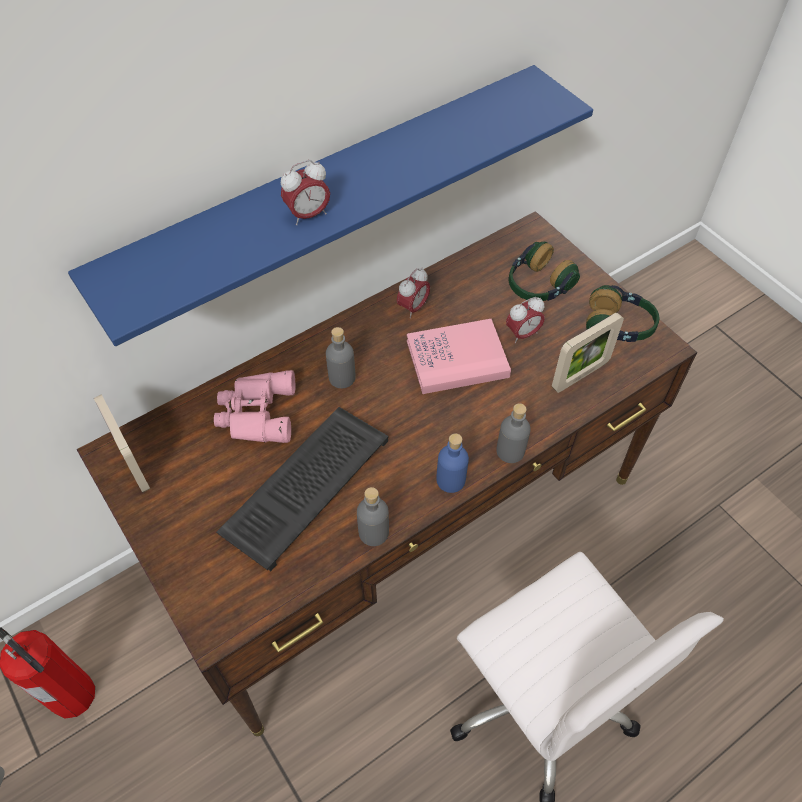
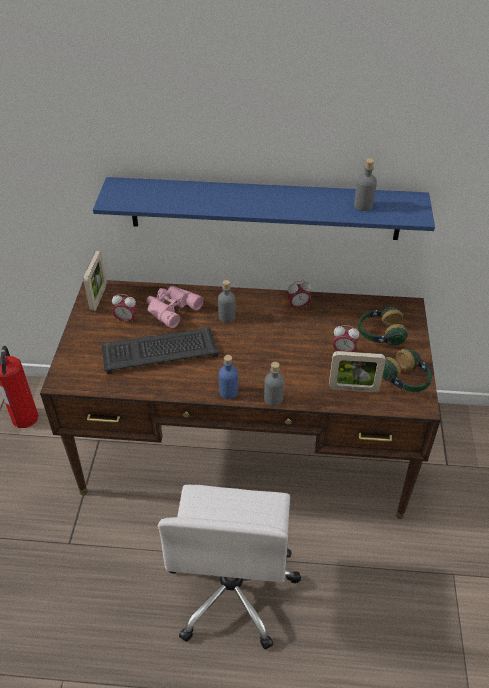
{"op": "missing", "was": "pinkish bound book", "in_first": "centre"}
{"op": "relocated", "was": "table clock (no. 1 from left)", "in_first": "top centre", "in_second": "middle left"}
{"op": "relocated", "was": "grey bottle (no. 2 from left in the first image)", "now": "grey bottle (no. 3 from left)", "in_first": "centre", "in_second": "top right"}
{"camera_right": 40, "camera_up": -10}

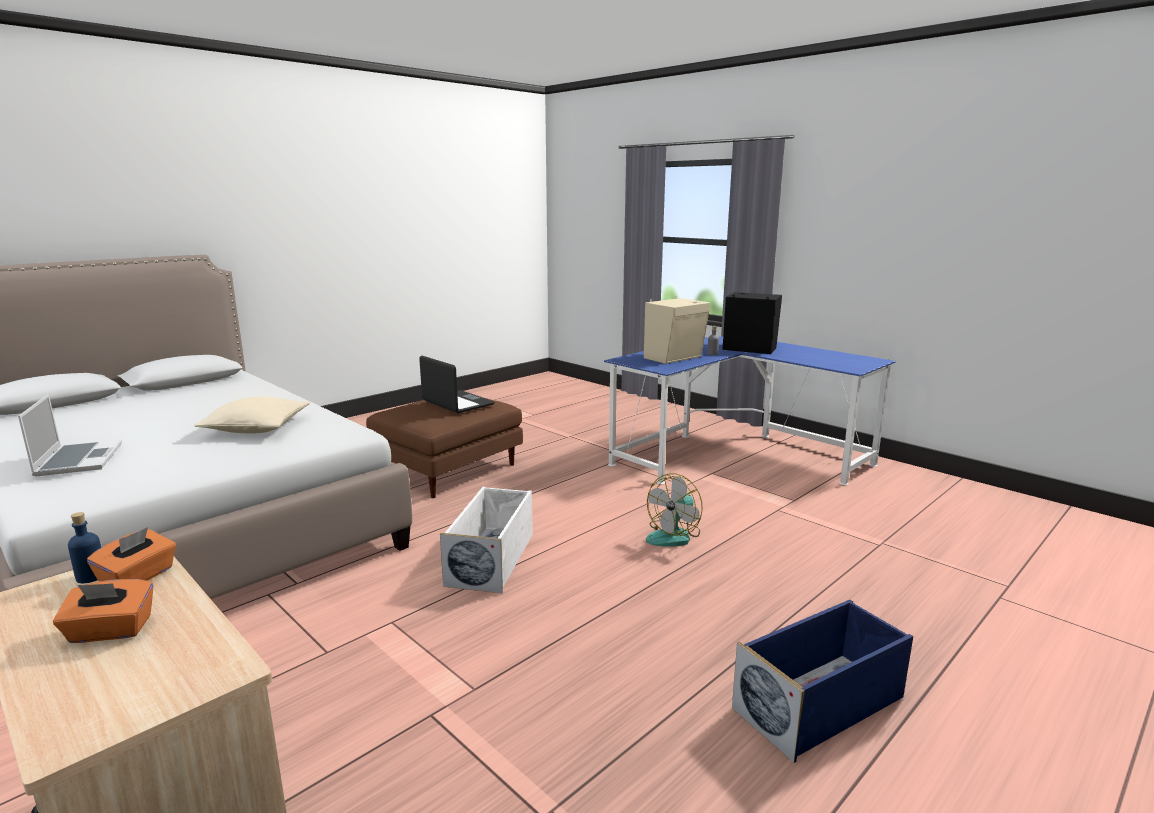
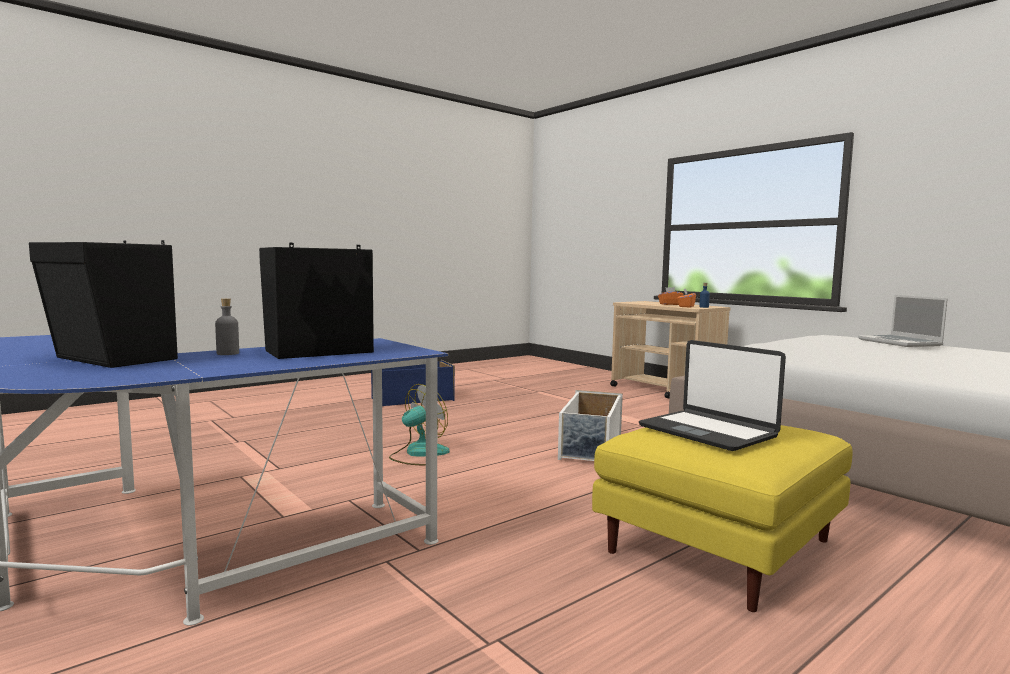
{"op": "missing", "was": "sand-coloured pillow", "in_first": "middle left"}
{"op": "colour", "was": "brownish footrest", "now": "yellowish footrest", "in_first": "centre", "in_second": "bottom right"}
{"op": "colour", "was": "sand-coloured loudspeaker", "now": "blackish loudspeaker (no. 2 from left)", "in_first": "centre", "in_second": "middle left"}
{"camera_right": -175, "camera_up": -10}

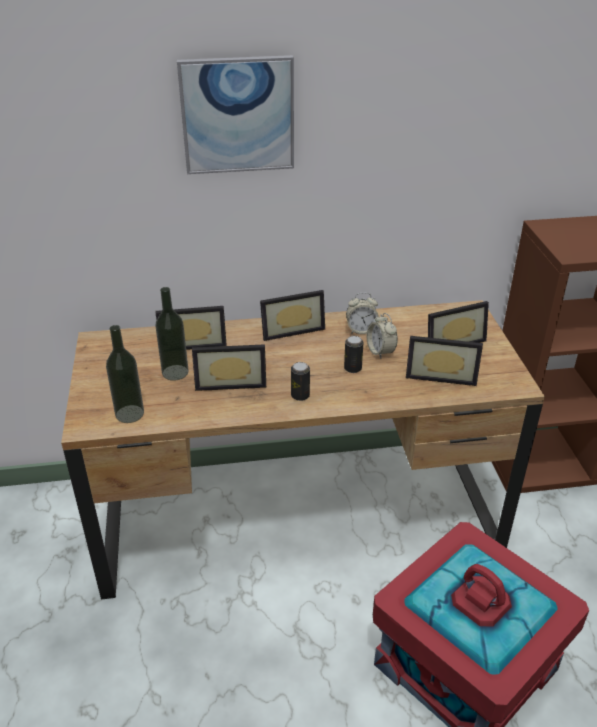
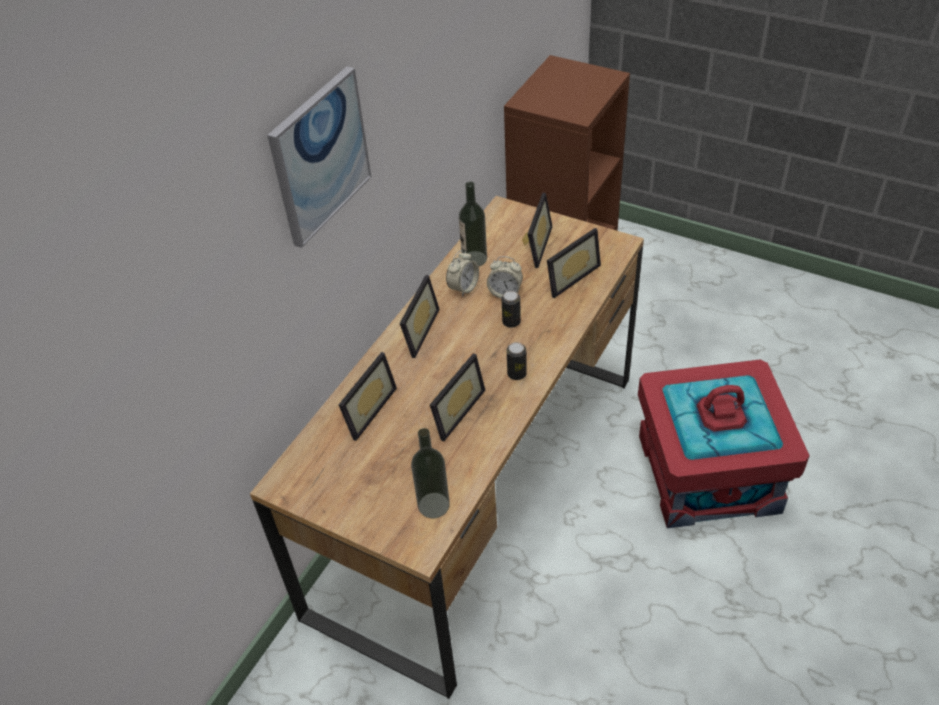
{"op": "relocated", "was": "bottle (no. 2 from left)", "in_first": "middle left", "in_second": "top centre"}
{"camera_right": -50, "camera_up": 10}

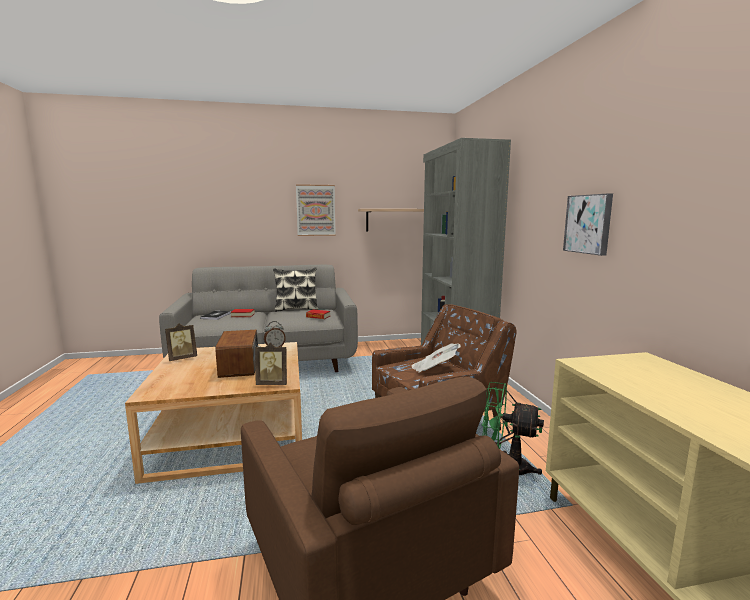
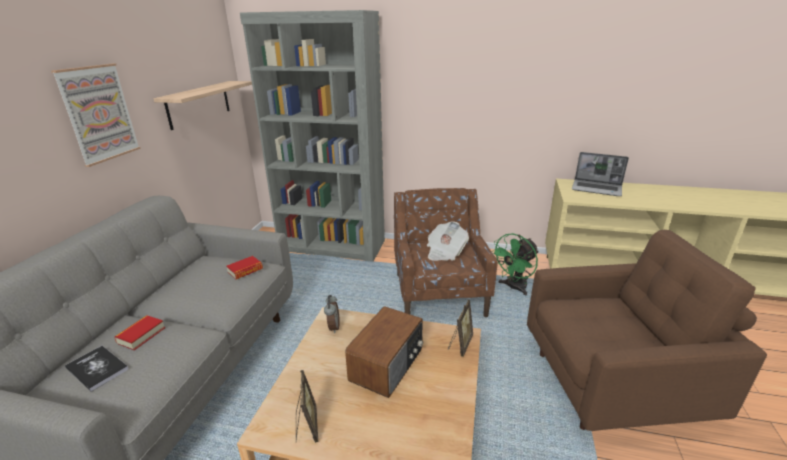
{"op": "missing", "was": "pillow", "in_first": "centre"}
{"op": "missing", "was": "wall picture (no. 2 from left)", "in_first": "middle right"}
{"op": "appeared", "now": "laptop", "in_second": "middle right"}
{"op": "spun", "was": "radio set", "in_first": "middle left", "in_second": "bottom centre", "clockwise": 105}
{"camera_right": -65, "camera_up": 15}

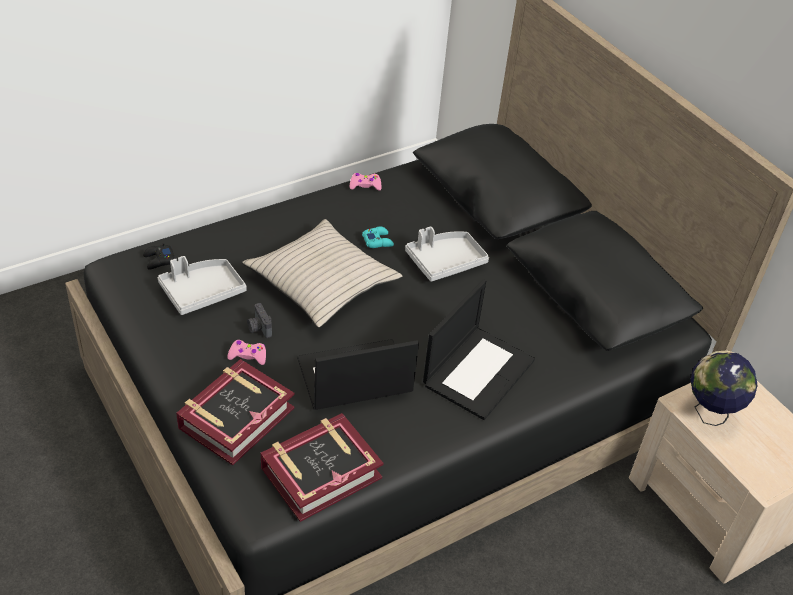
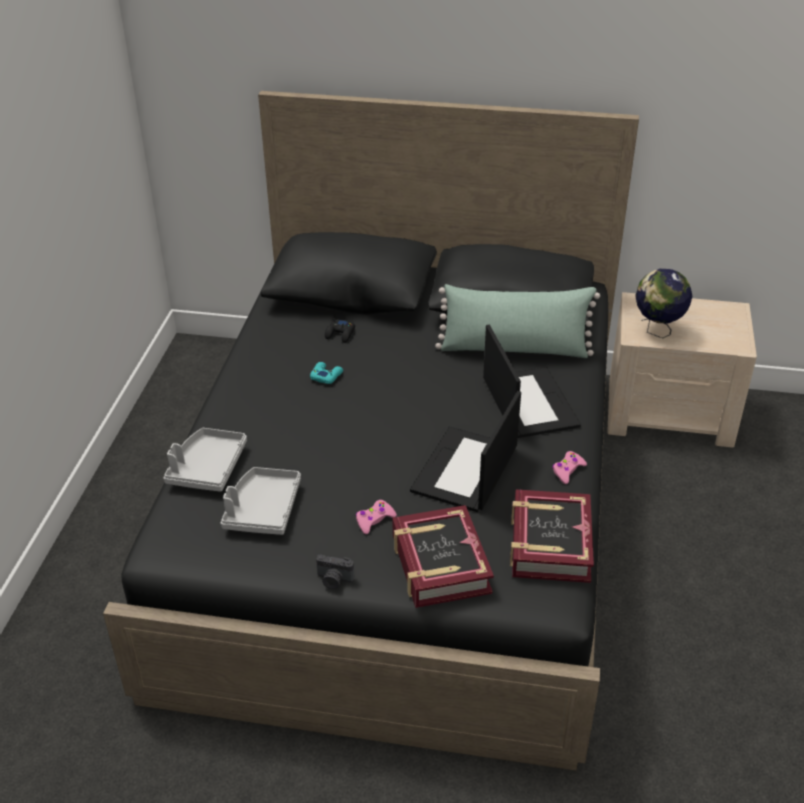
{"op": "missing", "was": "sand-coloured pillow", "in_first": "centre"}
{"op": "appeared", "now": "greenish pillow", "in_second": "centre"}
{"op": "relocated", "was": "blackish gamepad", "in_first": "middle left", "in_second": "centre"}
{"op": "relocated", "was": "photo camera", "in_first": "middle left", "in_second": "bottom centre"}
{"op": "relocated", "was": "pinkish gamepad (no. 2 from left)", "in_first": "top centre", "in_second": "middle right"}
{"op": "relocated", "was": "grey serving tray (no. 2 from left in the first image)", "now": "grey serving tray (no. 1 from left)", "in_first": "centre", "in_second": "middle left"}
{"camera_right": -45, "camera_up": -5}

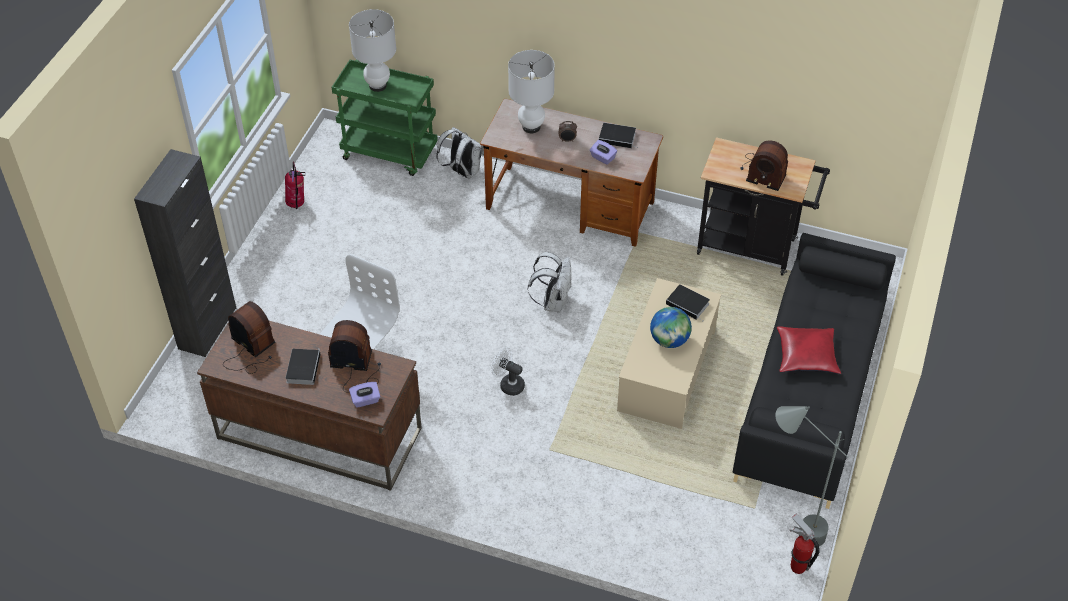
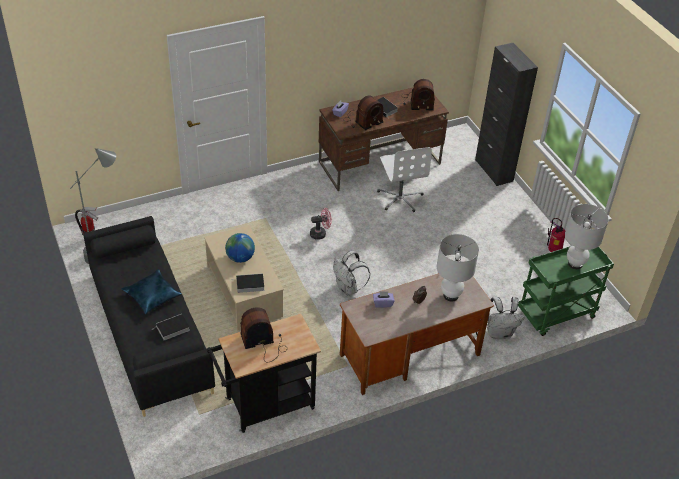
{"op": "relocated", "was": "bound book (no. 2 from left in the first image)", "now": "bound book (no. 1 from left)", "in_first": "top centre", "in_second": "bottom left"}
{"op": "colour", "was": "white fan", "now": "pinkish fan", "in_first": "centre", "in_second": "centre"}
{"op": "colour", "was": "red-coloured pillow", "now": "blue-coloured pillow", "in_first": "middle right", "in_second": "middle left"}
{"camera_right": 135, "camera_up": -5}

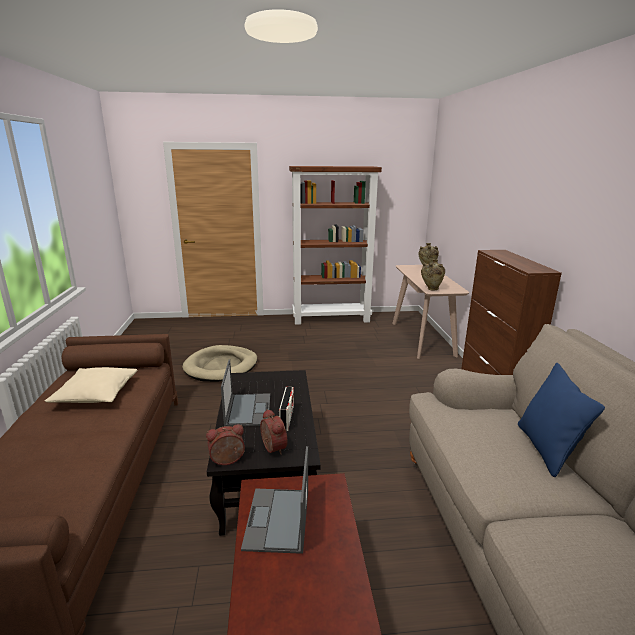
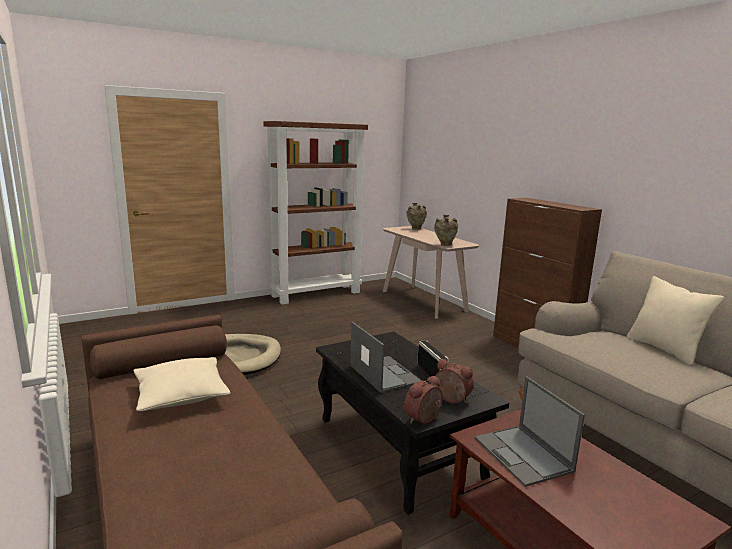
{"op": "colour", "was": "blue-coloured pillow", "now": "sand-coloured pillow (no. 2 from left)", "in_first": "middle right", "in_second": "middle right"}
{"camera_right": -25, "camera_up": -5}

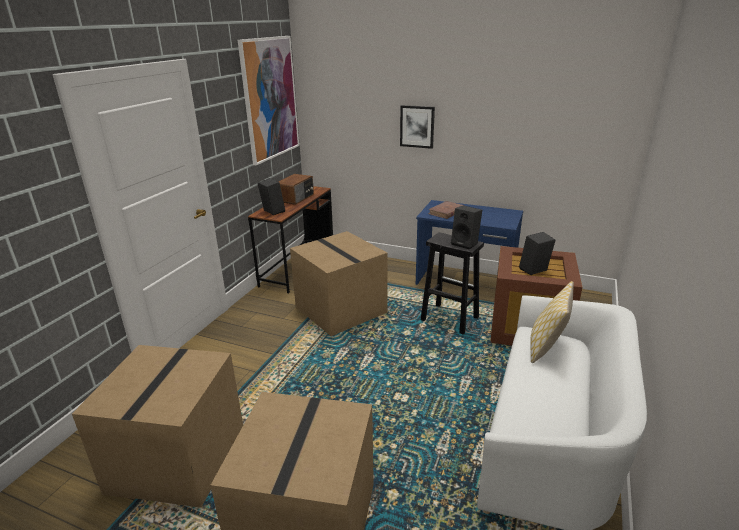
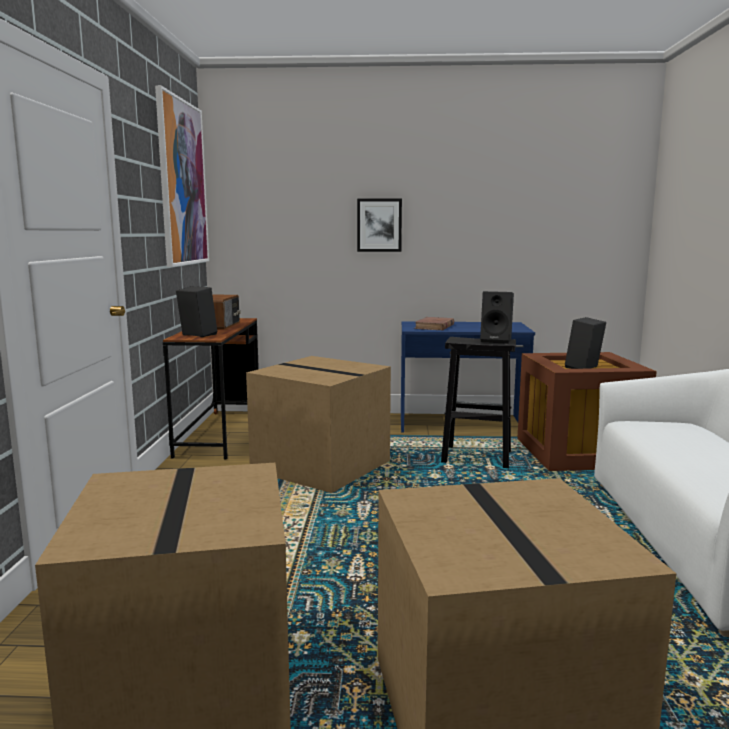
{"op": "missing", "was": "pillow", "in_first": "middle right"}
{"camera_right": -20, "camera_up": -15}

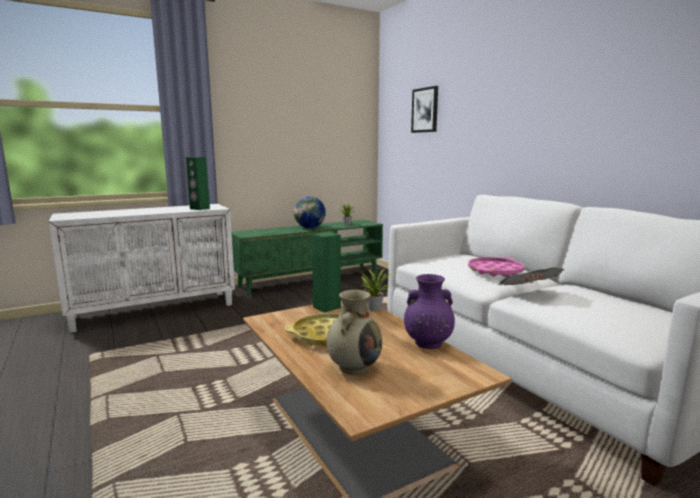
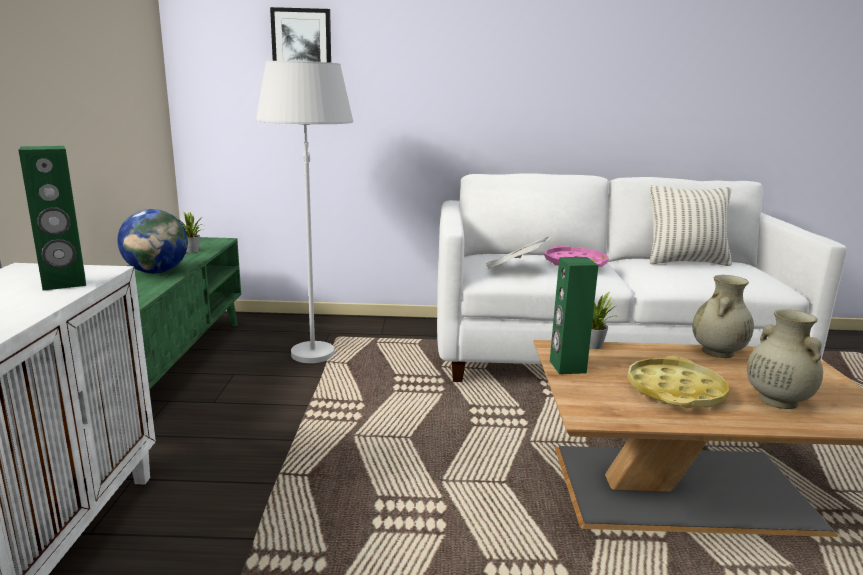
{"op": "appeared", "now": "white standard lamp", "in_second": "centre"}
{"op": "appeared", "now": "pillow", "in_second": "middle right"}
{"op": "relocated", "was": "printed paper", "in_first": "middle right", "in_second": "centre"}
{"op": "colour", "was": "purple decorative vase", "now": "sand-coloured decorative vase (no. 1 from left)", "in_first": "centre", "in_second": "middle right"}
{"camera_right": -60, "camera_up": 5}

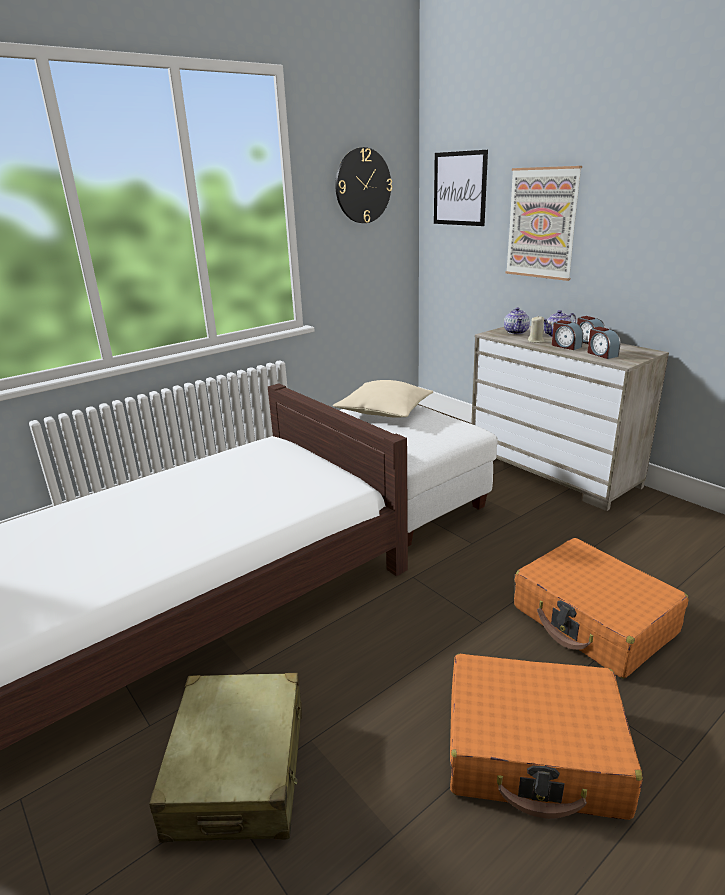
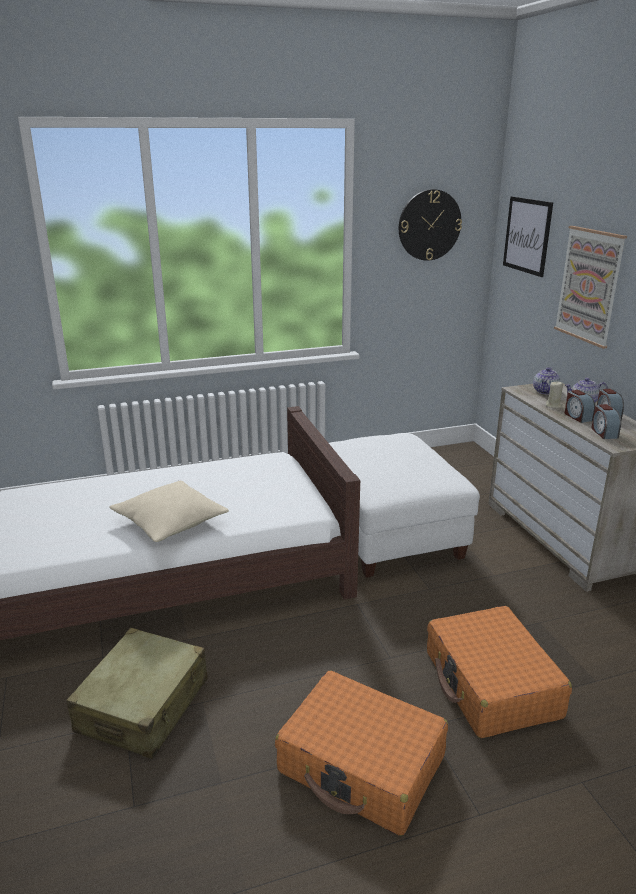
{"op": "relocated", "was": "sand-coloured pillow", "in_first": "centre", "in_second": "middle left"}
{"camera_right": 20, "camera_up": 0}

